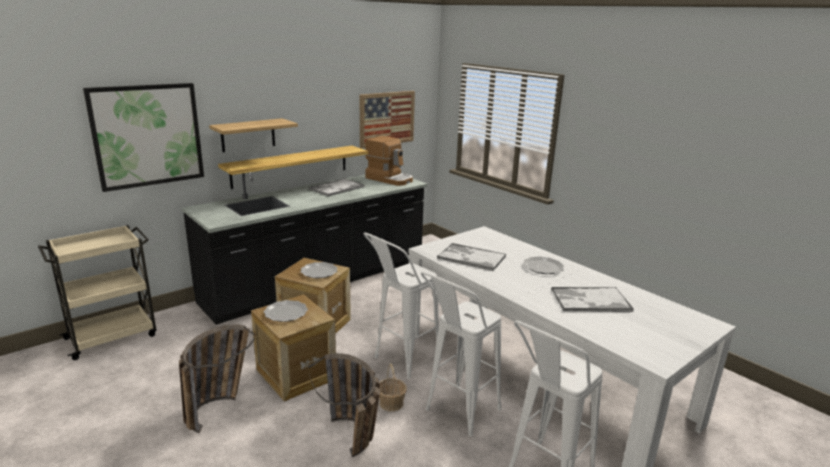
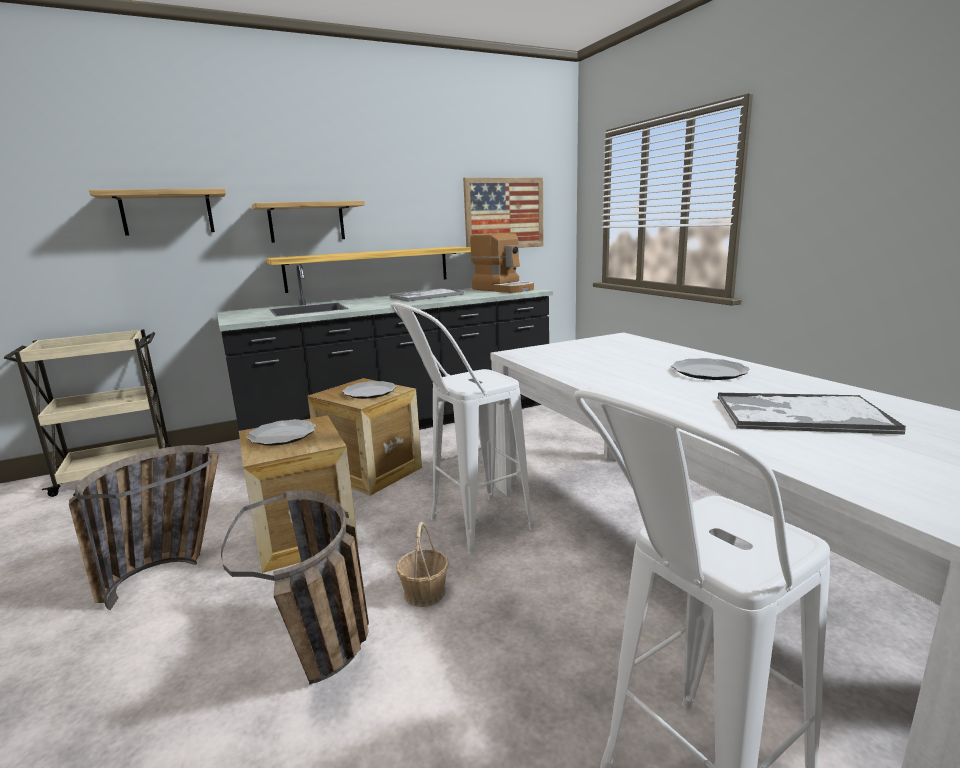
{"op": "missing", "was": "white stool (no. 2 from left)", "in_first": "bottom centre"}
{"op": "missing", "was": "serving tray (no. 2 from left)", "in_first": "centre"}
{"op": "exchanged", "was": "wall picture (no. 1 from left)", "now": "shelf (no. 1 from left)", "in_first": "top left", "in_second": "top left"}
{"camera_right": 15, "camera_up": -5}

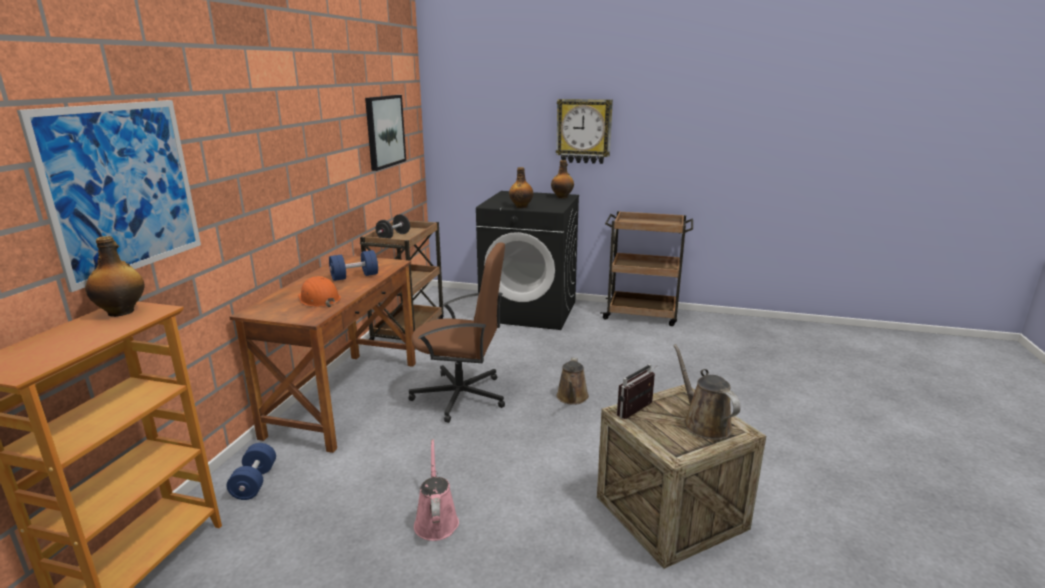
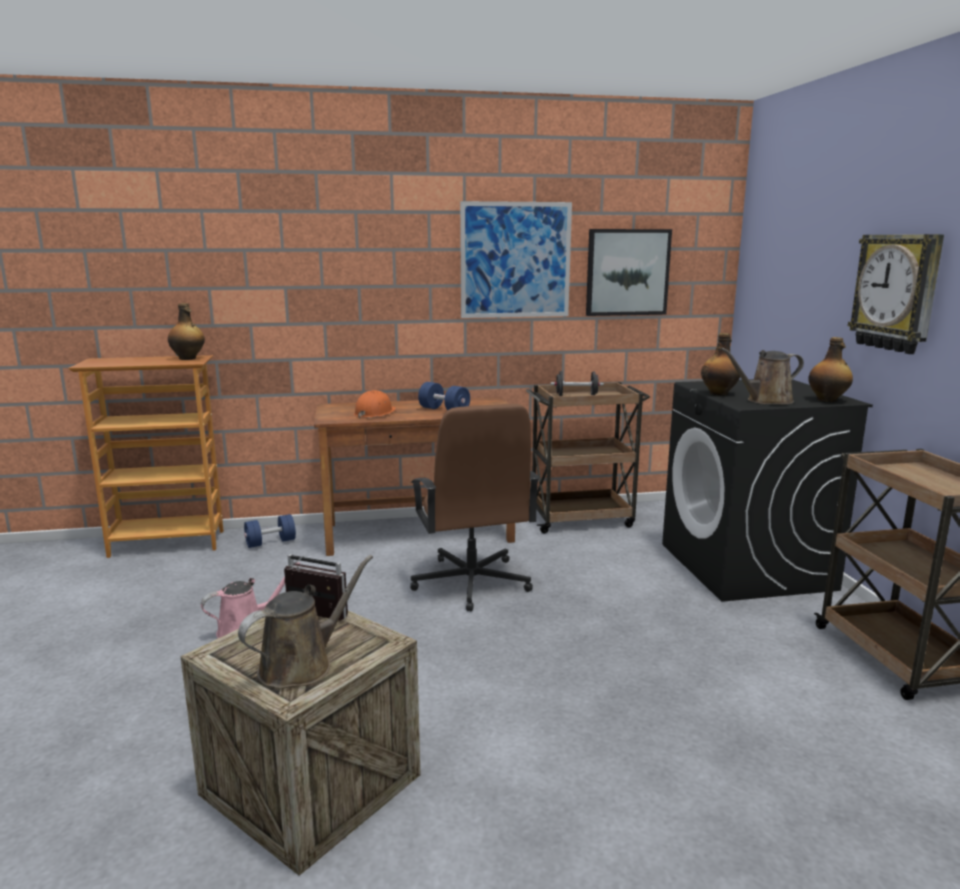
{"op": "relocated", "was": "wall picture (no. 1 from left)", "in_first": "middle left", "in_second": "top centre"}
{"op": "relocated", "was": "brownish watering can (no. 1 from left in the first image)", "now": "brownish watering can (no. 2 from left)", "in_first": "centre", "in_second": "middle right"}
{"camera_right": 65, "camera_up": -5}

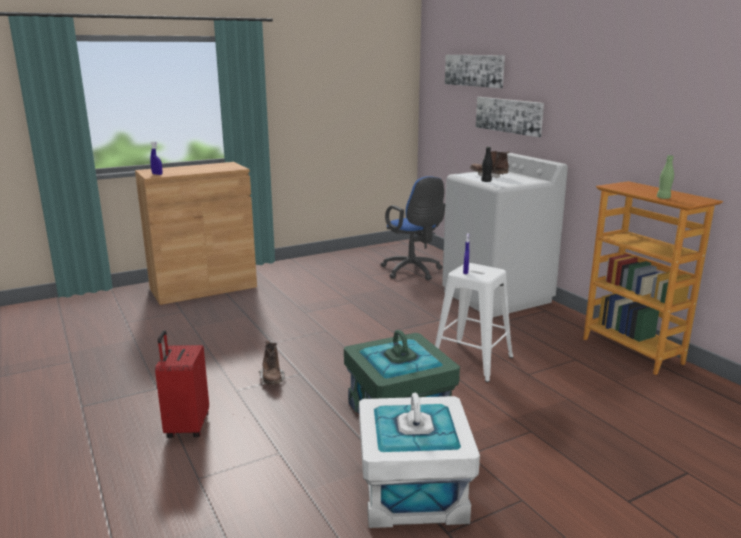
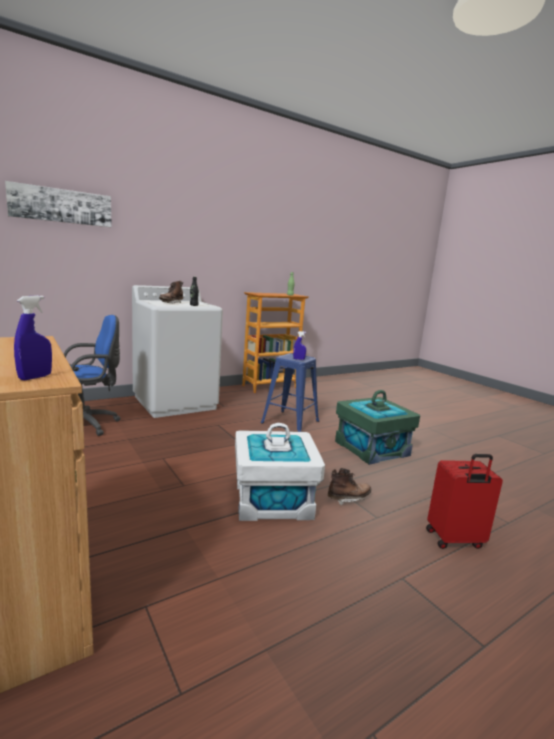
{"op": "missing", "was": "wall picture (no. 2 from left)", "in_first": "top right"}
{"op": "relocated", "was": "white storage bin", "in_first": "bottom centre", "in_second": "centre"}
{"op": "colour", "was": "white stool", "now": "blue-coloured stool", "in_first": "centre", "in_second": "centre"}
{"camera_right": -95, "camera_up": -5}

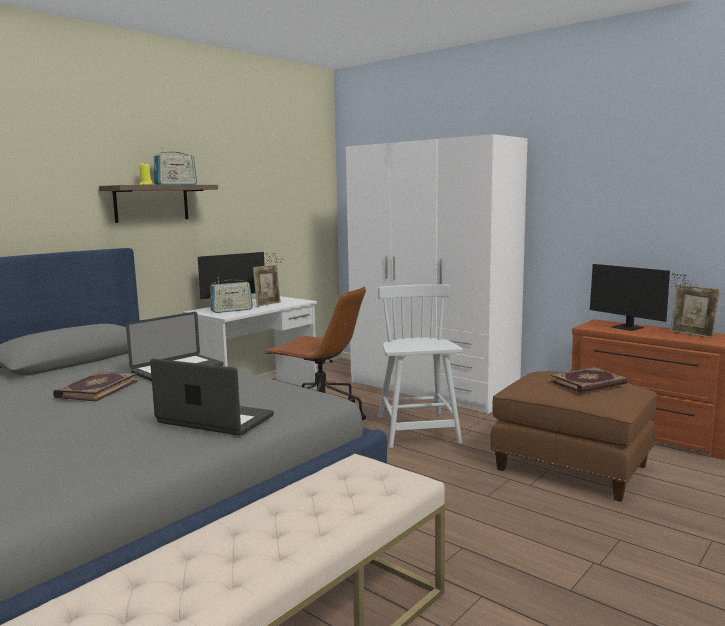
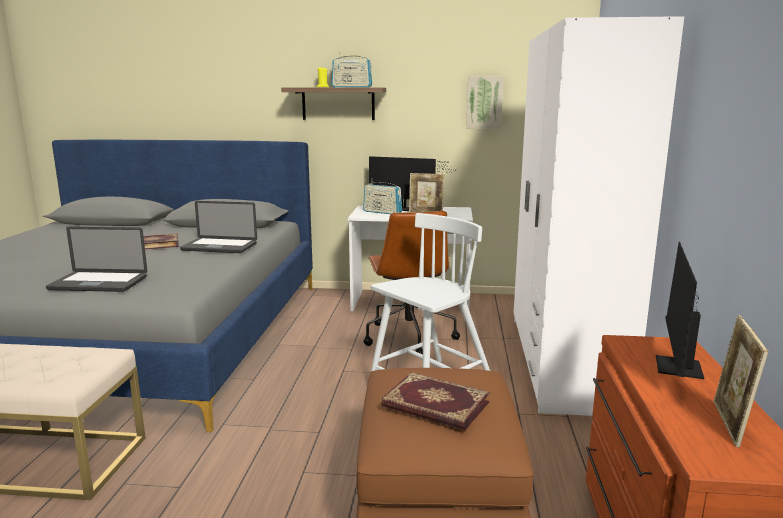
{"op": "appeared", "now": "wall picture", "in_second": "top centre"}
{"op": "spun", "was": "laptop (no. 2 from left in the first image)", "in_first": "middle left", "in_second": "middle left", "clockwise": 105}
{"camera_right": 55, "camera_up": 5}

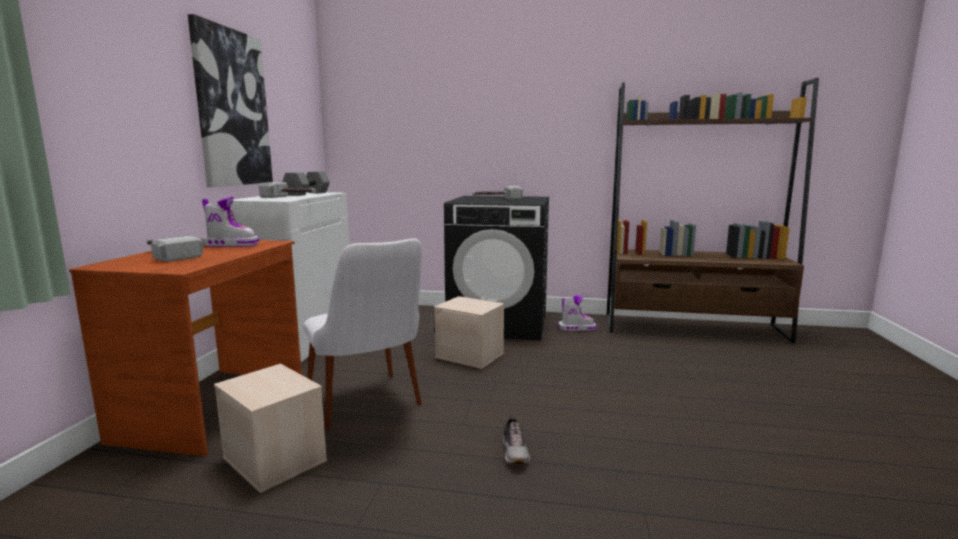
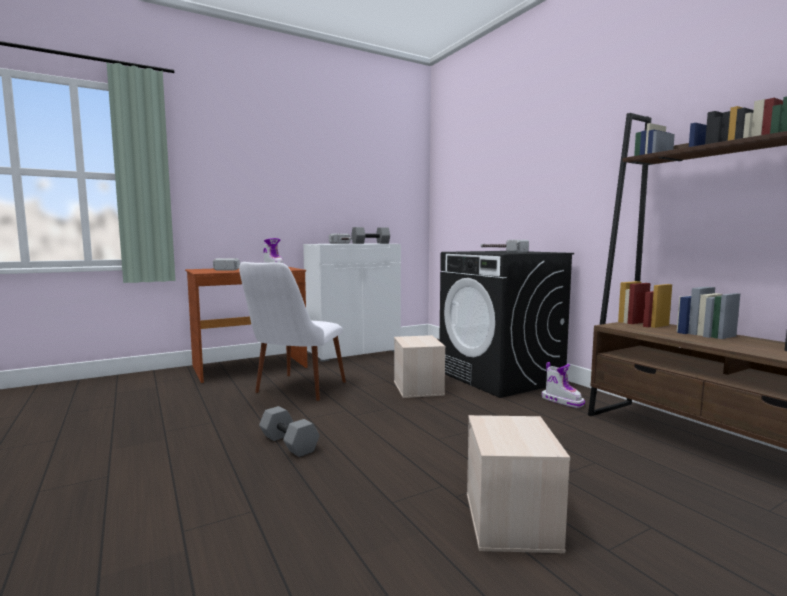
{"op": "missing", "was": "wall picture", "in_first": "top left"}
{"op": "relocated", "was": "sand-coloured storage bin (no. 1 from left in the first image)", "now": "sand-coloured storage bin (no. 2 from left)", "in_first": "bottom left", "in_second": "bottom centre"}
{"op": "exchanged", "was": "low shoe", "now": "grey hand weight (no. 1 from left)", "in_first": "bottom centre", "in_second": "bottom centre"}
{"camera_right": 50, "camera_up": -5}

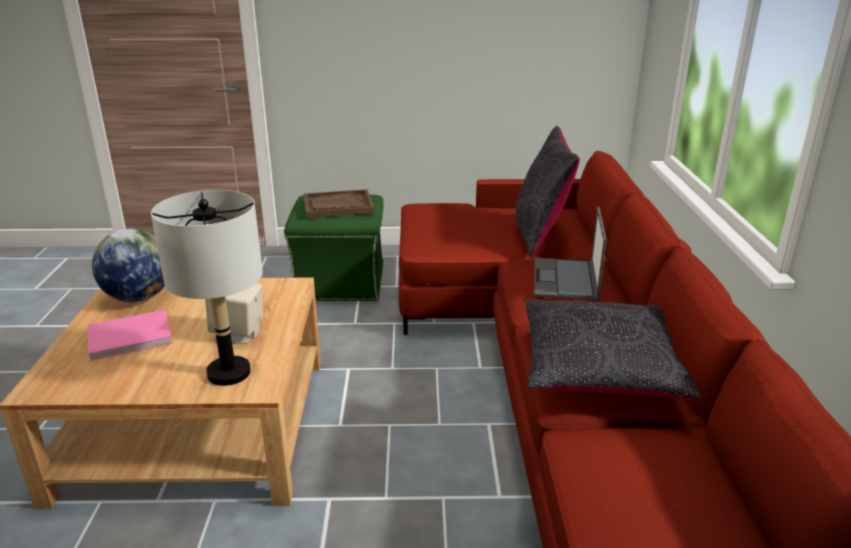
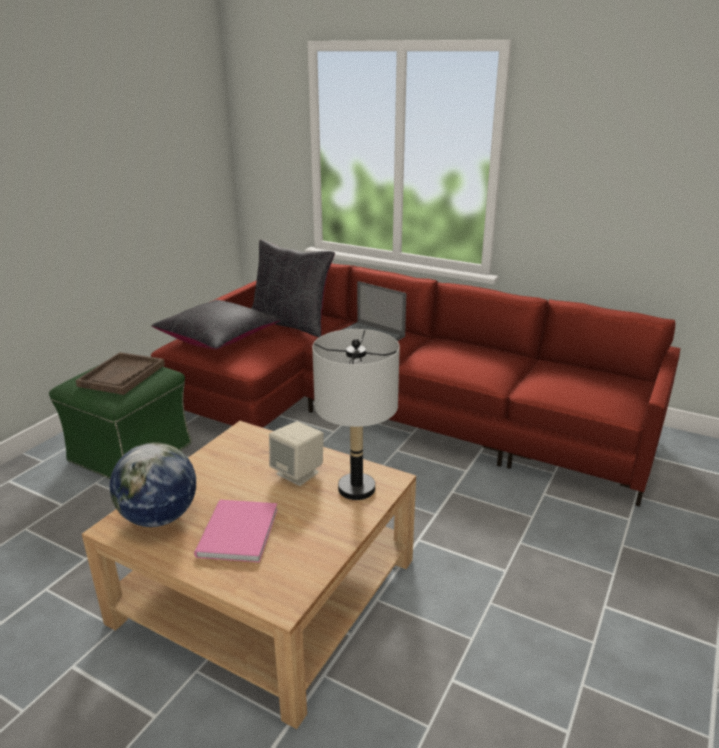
{"op": "relocated", "was": "blackish pillow (no. 2 from left in the first image)", "now": "blackish pillow (no. 1 from left)", "in_first": "middle right", "in_second": "middle left"}
{"camera_right": -60, "camera_up": 0}

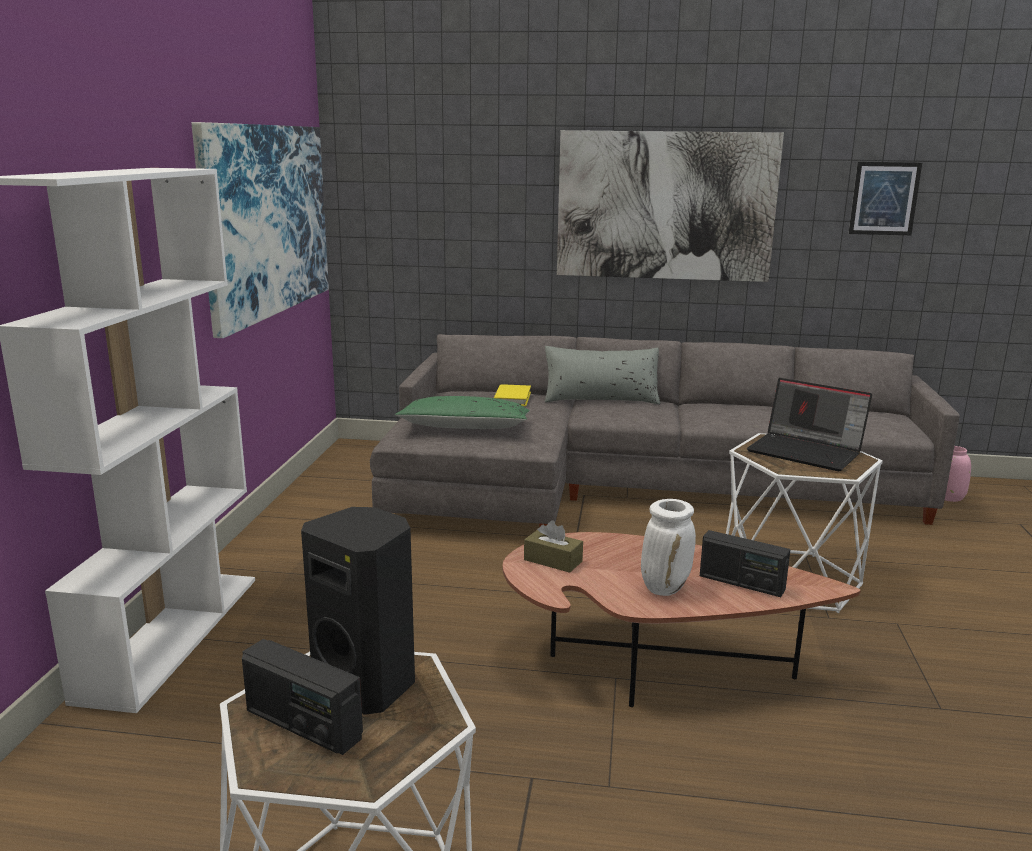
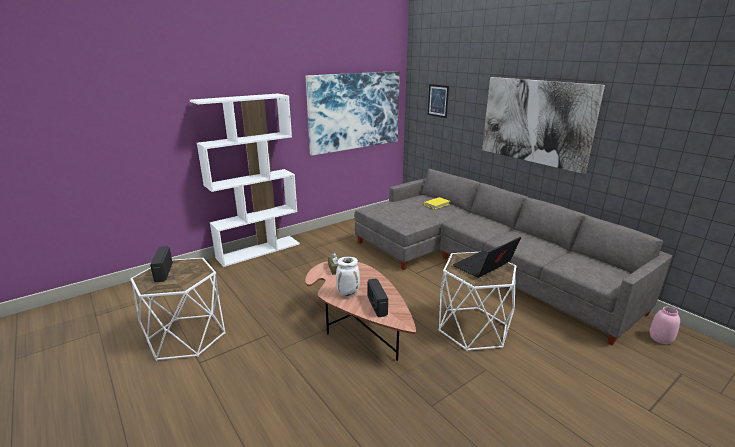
{"op": "missing", "was": "blackish loudspeaker", "in_first": "bottom centre"}
{"op": "missing", "was": "greenish pillow", "in_first": "centre"}
{"op": "missing", "was": "grey pillow", "in_first": "centre"}
{"op": "relocated", "was": "wall picture (no. 3 from left in the first image)", "now": "wall picture (no. 2 from left)", "in_first": "top right", "in_second": "top centre"}
{"op": "spun", "was": "laptop", "in_first": "middle right", "in_second": "centre", "clockwise": 60}
{"camera_right": 45, "camera_up": 5}

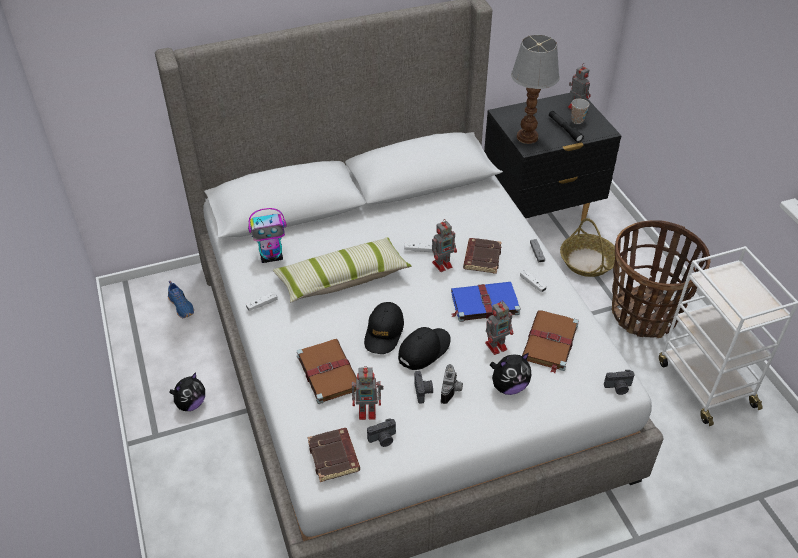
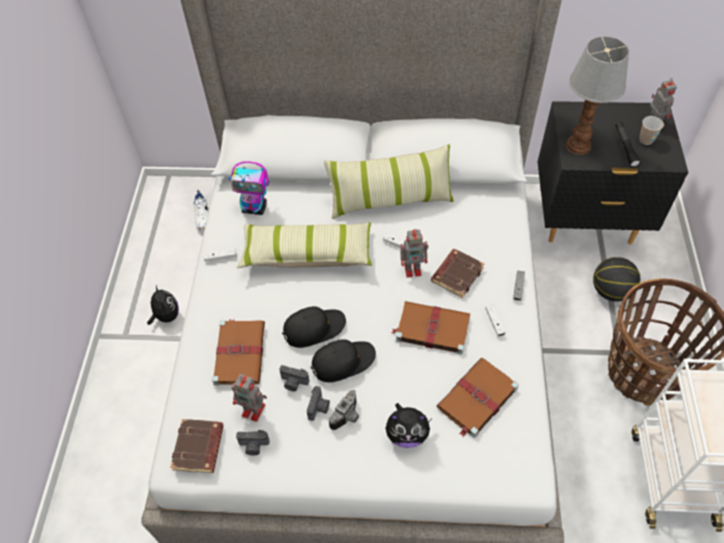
{"op": "missing", "was": "toy robot (no. 4 from left)", "in_first": "centre"}
{"op": "appeared", "now": "pillow (no. 2 from left)", "in_second": "centre"}
{"op": "relocated", "was": "photo camera (no. 4 from left in the first image)", "now": "photo camera (no. 2 from left)", "in_first": "bottom right", "in_second": "bottom centre"}
{"op": "exchanged", "was": "basket (no. 1 from left)", "now": "basketball", "in_first": "middle right", "in_second": "middle right"}
{"op": "colour", "was": "blue-coloured low shoe", "now": "white low shoe", "in_first": "middle left", "in_second": "middle left"}
{"op": "colour", "was": "blue-coloured bound book", "now": "brownish bound book (no. 3 from left)", "in_first": "centre", "in_second": "centre"}
{"op": "spun", "was": "soft toy (no. 1 from left)", "in_first": "bottom left", "in_second": "middle left", "clockwise": -90}
{"op": "spun", "was": "blackish cap (no. 1 from left)", "in_first": "centre", "in_second": "centre", "clockwise": -150}
{"camera_right": 25, "camera_up": 10}

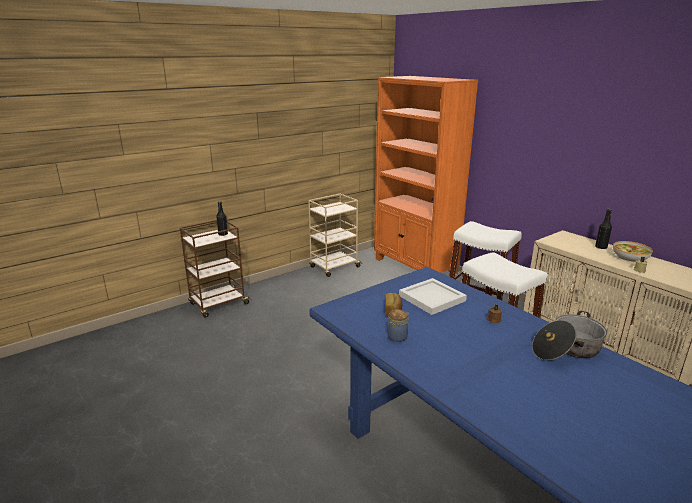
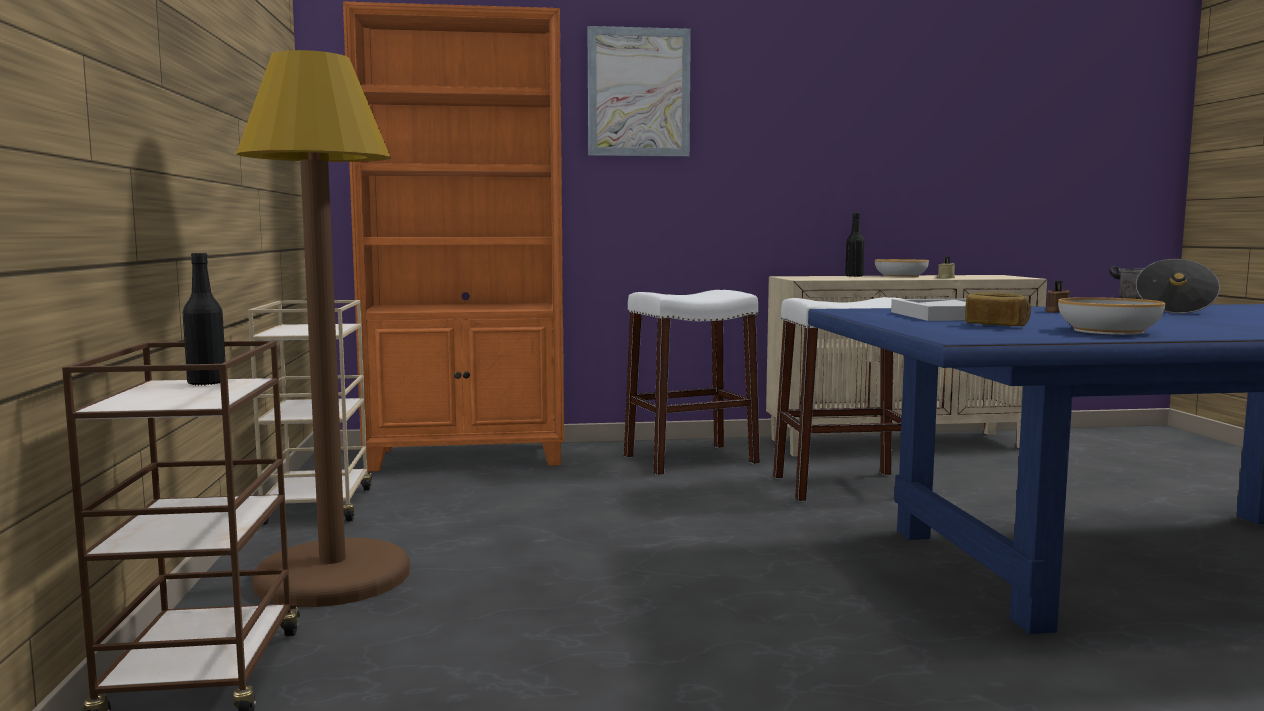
{"op": "appeared", "now": "brownish standard lamp", "in_second": "middle left"}
{"op": "appeared", "now": "wall picture", "in_second": "top centre"}
{"op": "exchanged", "was": "preserve jar", "now": "deep dish (no. 2 from left)", "in_first": "centre", "in_second": "middle right"}
{"camera_right": -60, "camera_up": -15}

